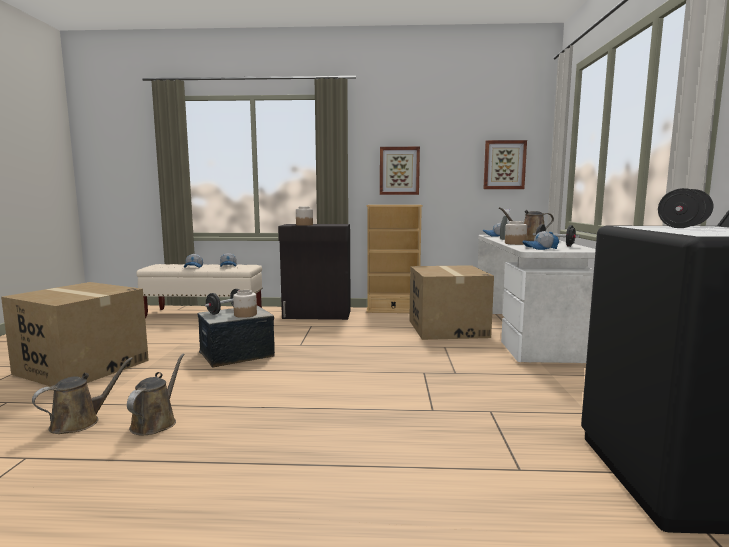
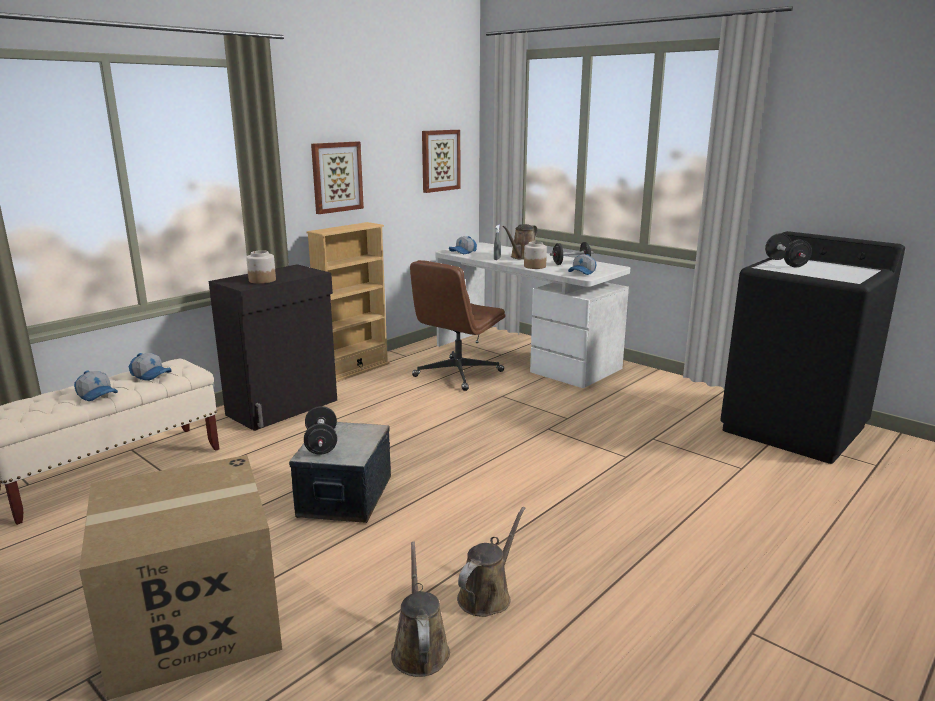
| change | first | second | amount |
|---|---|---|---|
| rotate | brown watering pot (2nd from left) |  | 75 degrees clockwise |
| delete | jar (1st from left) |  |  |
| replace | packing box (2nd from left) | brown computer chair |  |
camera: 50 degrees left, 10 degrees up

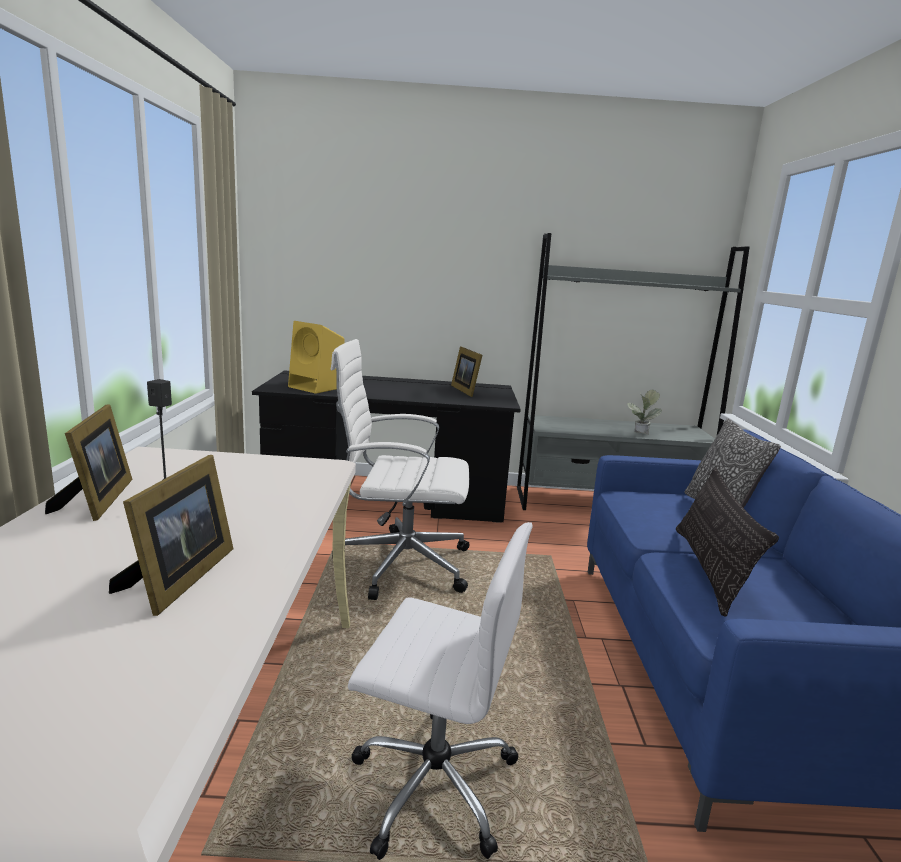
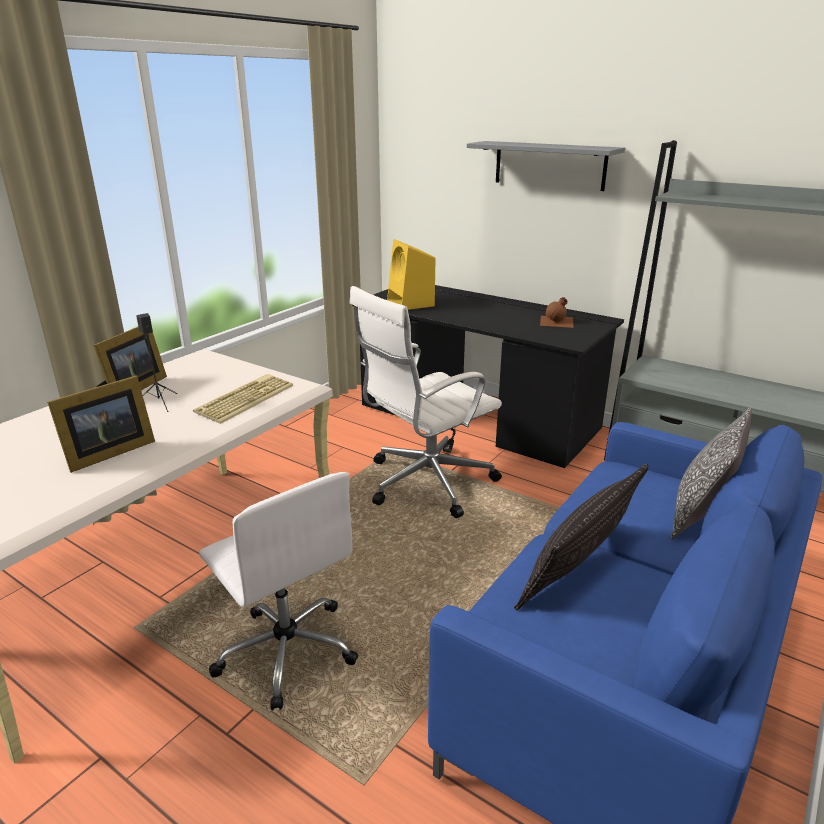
| change | first | second | amount |
|---|---|---|---|
| rotate | white-coloured computer chair (1st from left in the first image) | white-coloured computer chair (2nd from left) | 75 degrees counterclockwise |
| replace | standing frame (3rd from left) | brown bottle |  |
| delete | houseplant |  |  |
| insert |  | computer keyboard |  |
| insert |  | gray shelf |  |
camera: 35 degrees right, 10 degrees up

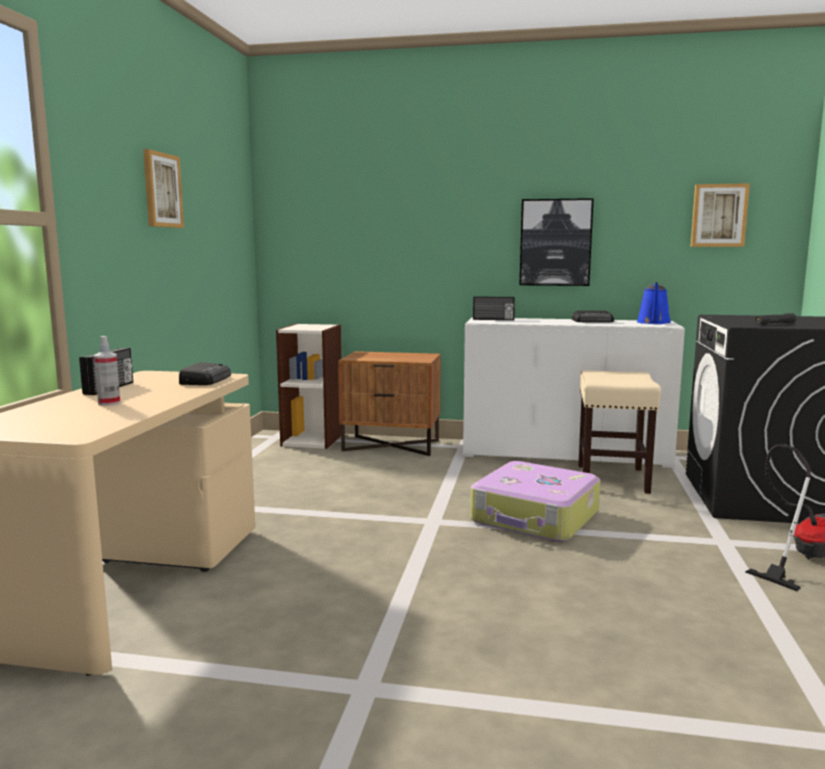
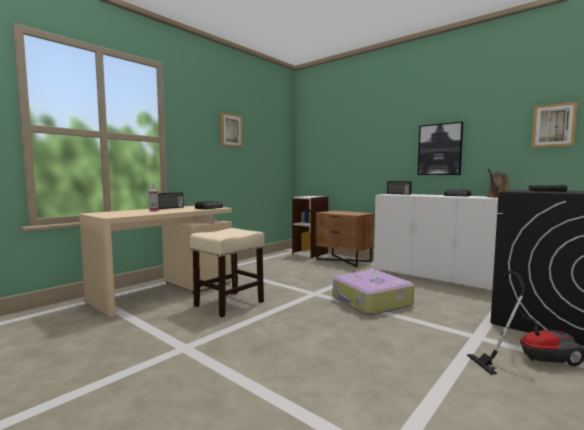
| change | first | second | amount |
|---|---|---|---|
| move | beige stool seat |  |  |
| recolor | bluish watering pot | brown watering pot |  |
camera: 30 degrees right, 5 degrees down

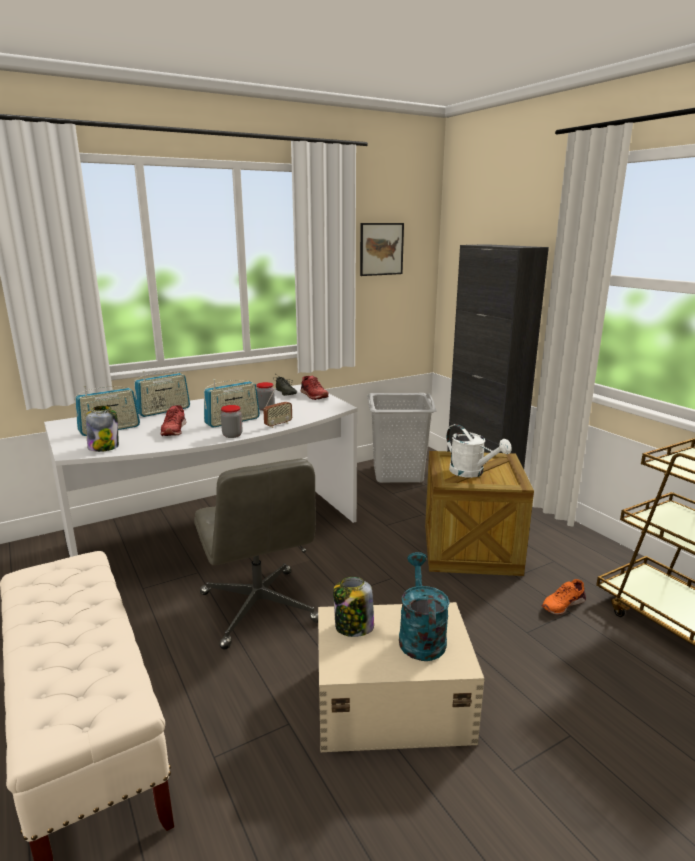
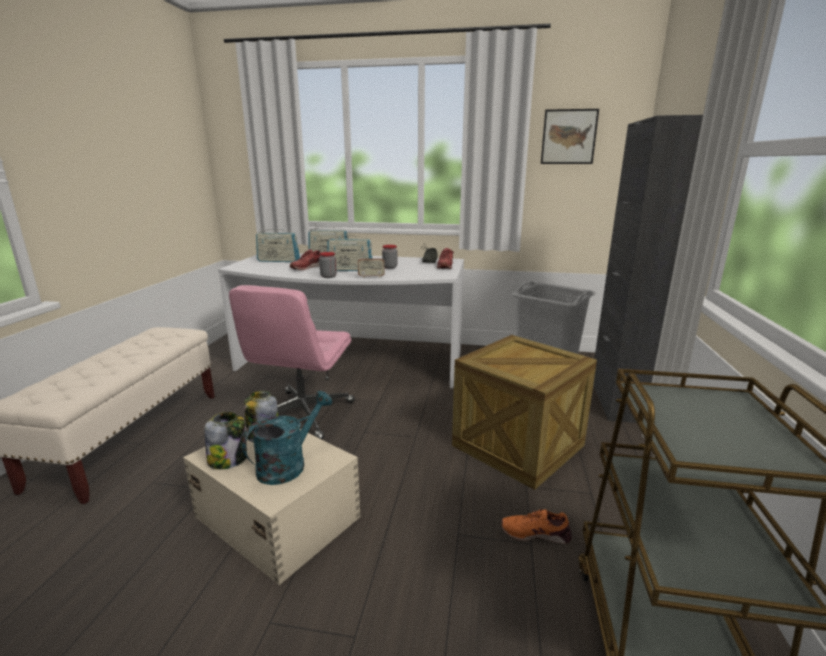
| change | first | second | amount |
|---|---|---|---|
| move | jar (1st from left) |  |  |
| recolor | gray computer chair | pink computer chair |  |
| delete | white-coloured watering pot |  |  |
camera: 40 degrees right, 0 degrees up

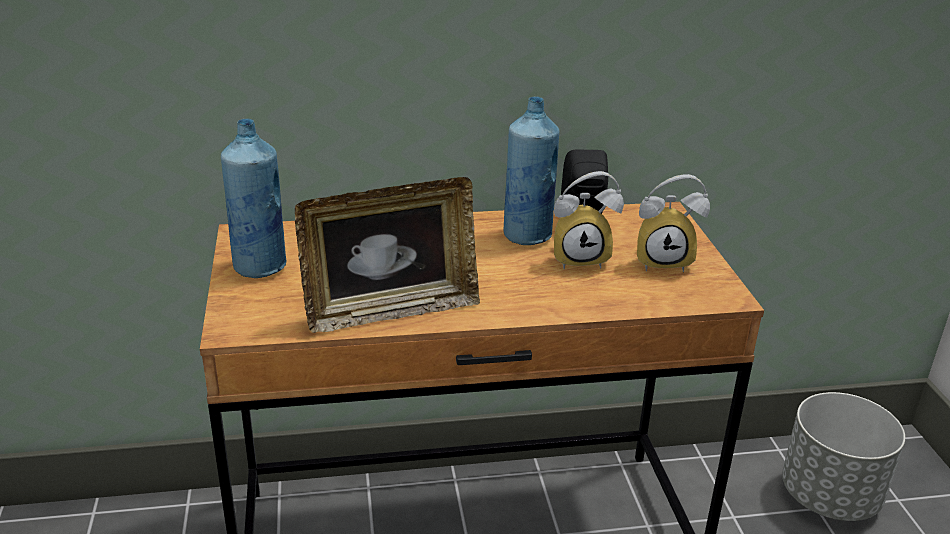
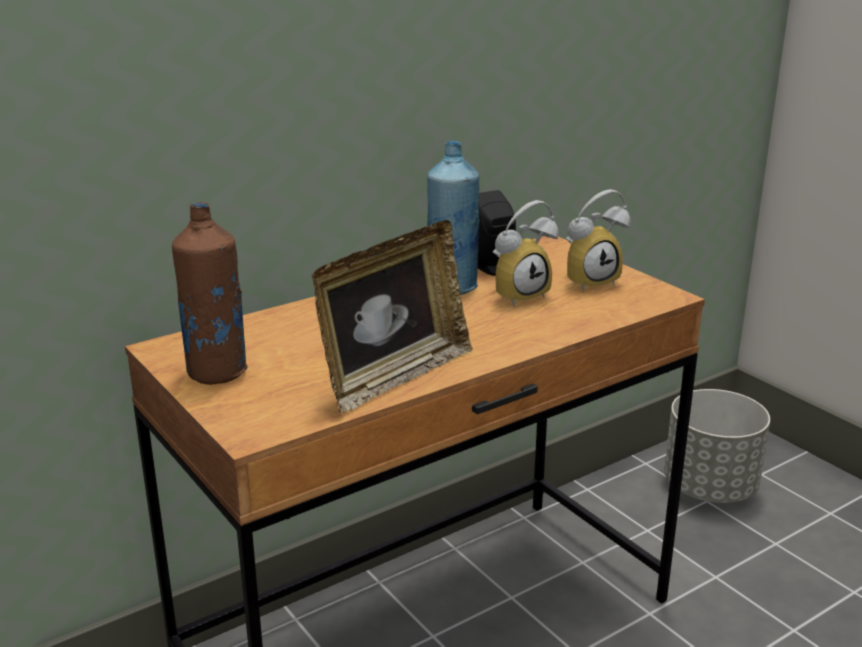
| change | first | second | amount |
|---|---|---|---|
| recolor | bluish bottle (1st from left) | brown bottle |  |
camera: 25 degrees left, 5 degrees down

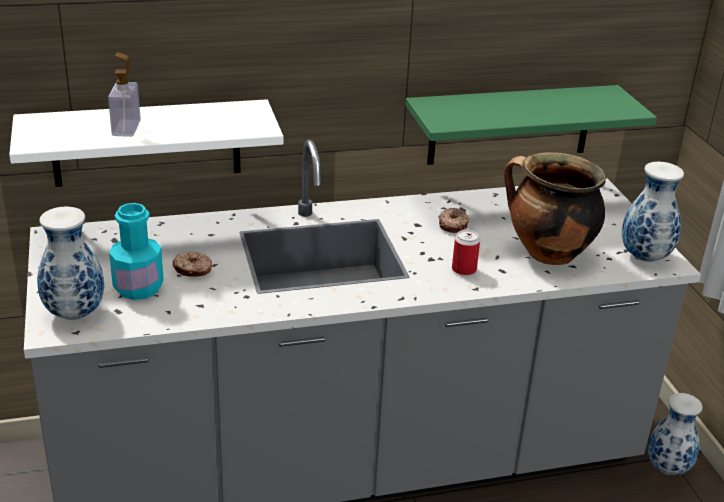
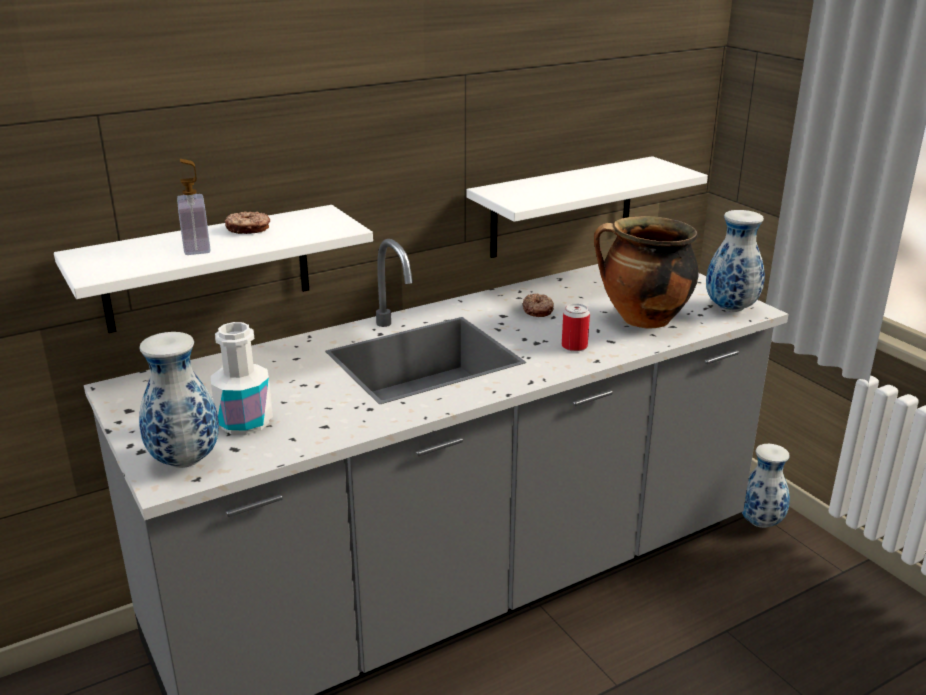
| change | first | second | amount |
|---|---|---|---|
| recolor | blue-green bottle | white-coloured bottle |  |
| move | ring doughnut (1st from left) |  |  |
| recolor | green-coloured shelf | white-coloured shelf (2nd from left) |  |
camera: 15 degrees left, 5 degrees down

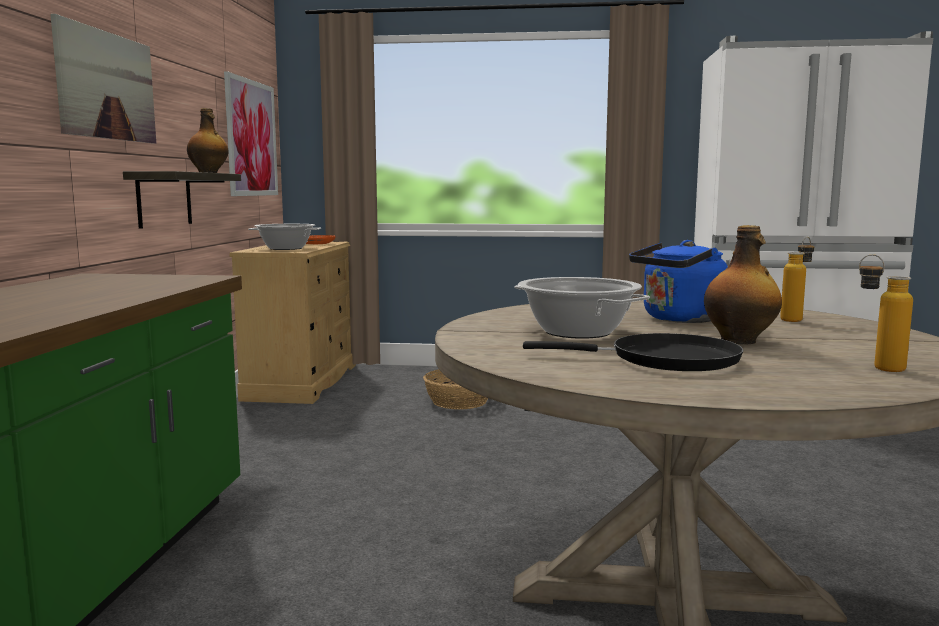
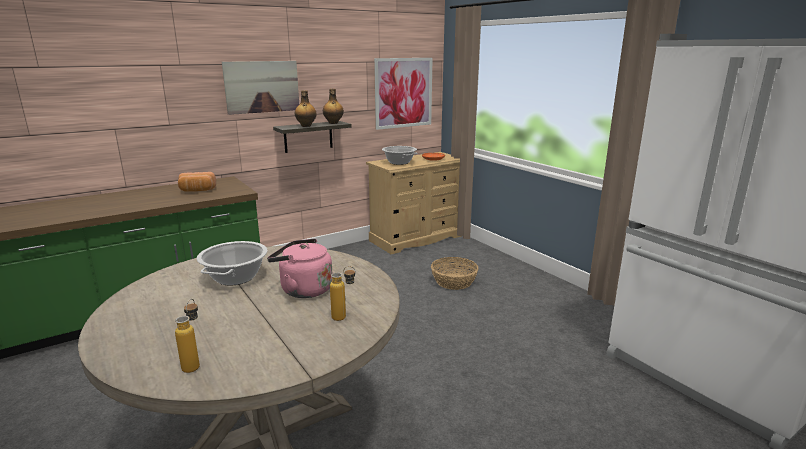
| change | first | second | amount |
|---|---|---|---|
| delete | blackish skillet |  |  |
| recolor | bluish tea kettle | pink tea kettle |  |
| move | bottle (2nd from left) |  |  |
| insert |  | bakery bread |  |
camera: 50 degrees right, 10 degrees up

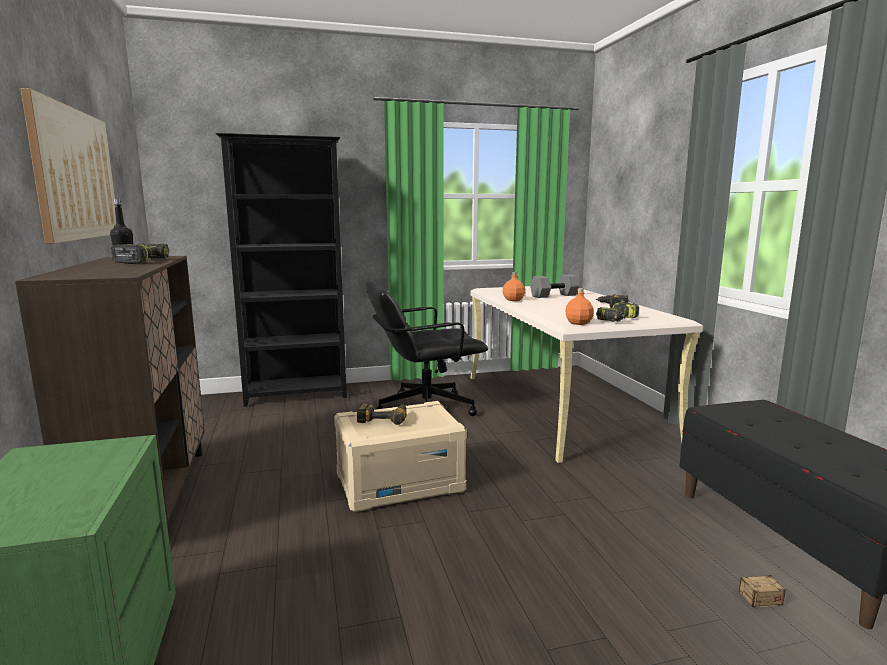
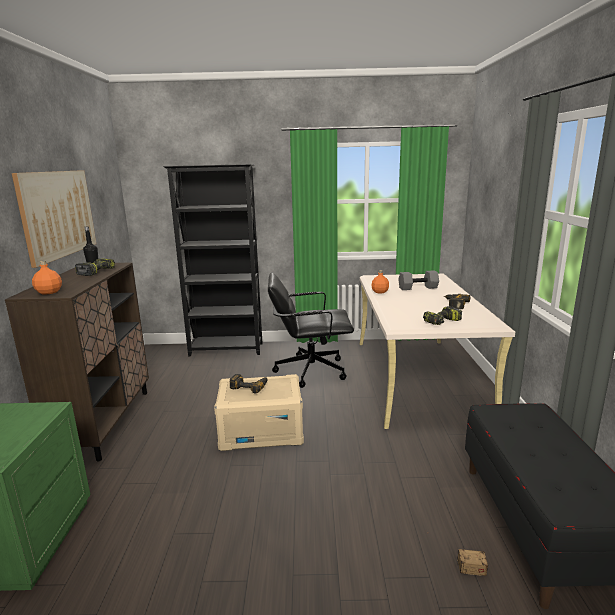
| change | first | second | amount |
|---|---|---|---|
| move | orangey bottle (2nd from left in the first image) | orangey bottle (1st from left) |  |
camera: 15 degrees right, 5 degrees up

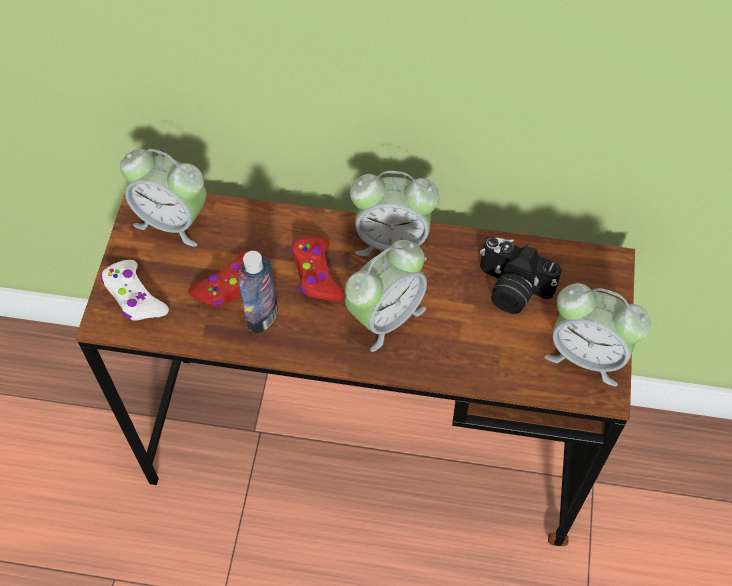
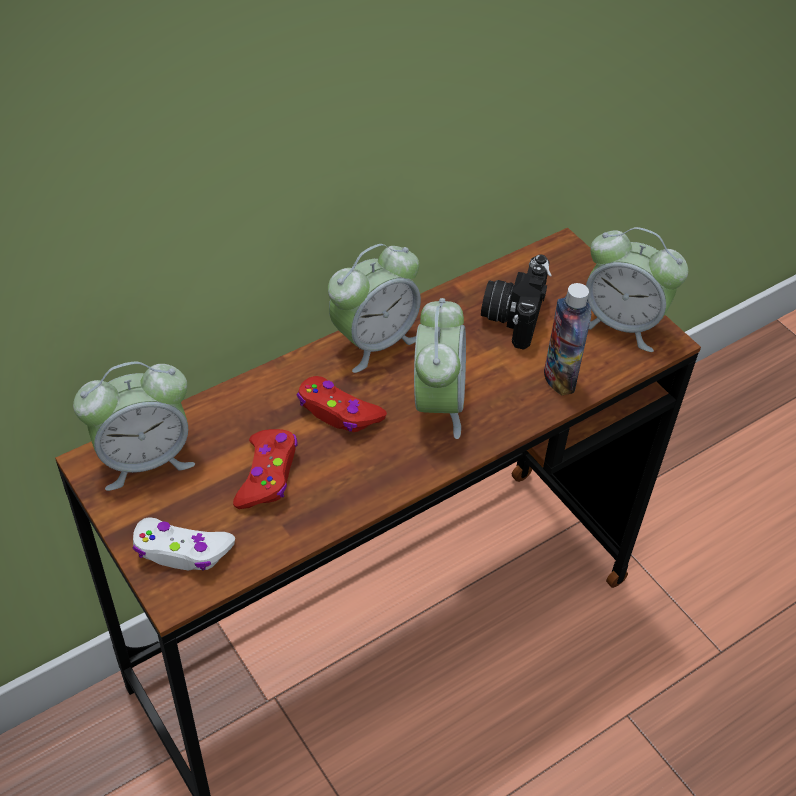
| change | first | second | amount |
|---|---|---|---|
| move | bottle |  |  |
| rotate | photo camera |  | 120 degrees clockwise |
| rotate | bedside clock (4th from left) |  | 45 degrees clockwise |
camera: 45 degrees left, 10 degrees down

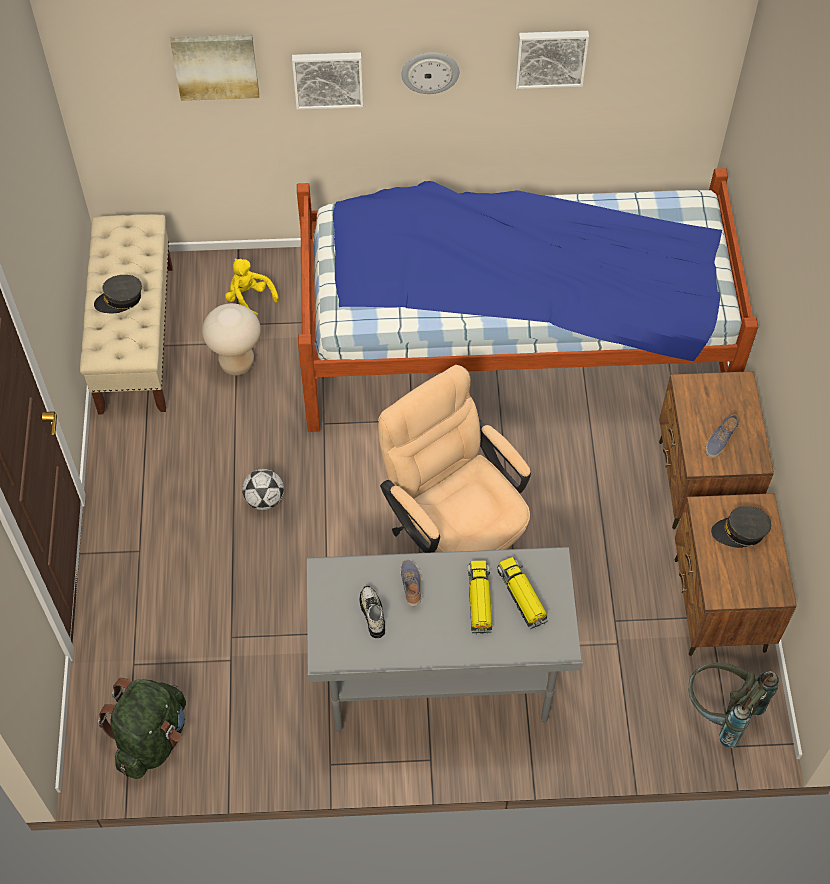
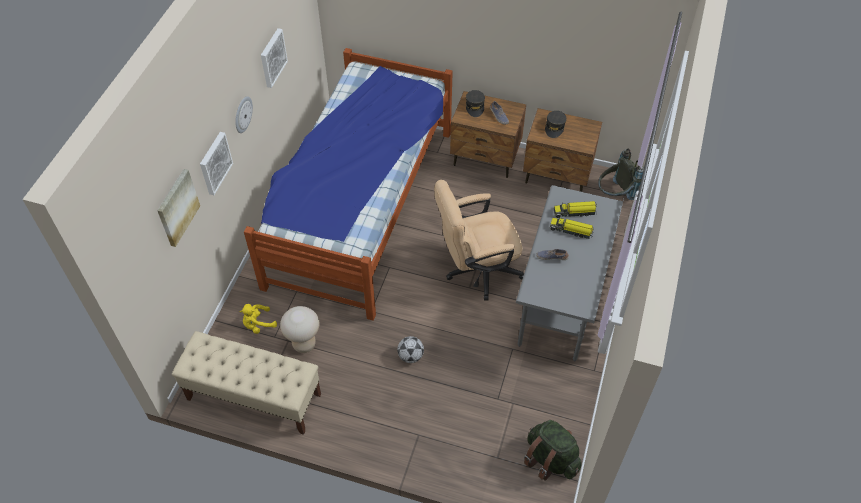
| change | first | second | amount |
|---|---|---|---|
| move | gray baseball cap (1st from left) |  |  |
| delete | shoe (1st from left) |  |  |
camera: 70 degrees left, 5 degrees down

